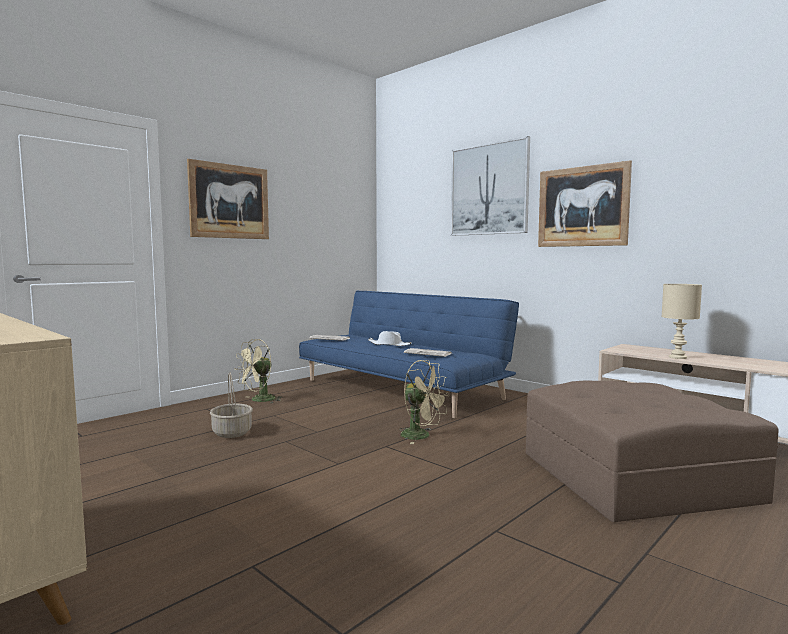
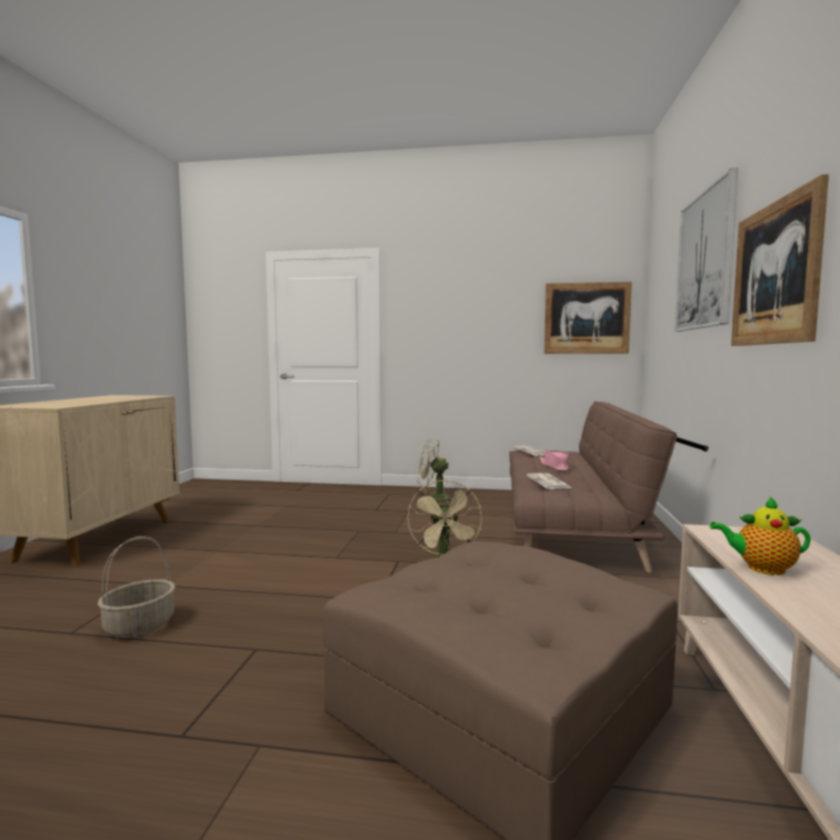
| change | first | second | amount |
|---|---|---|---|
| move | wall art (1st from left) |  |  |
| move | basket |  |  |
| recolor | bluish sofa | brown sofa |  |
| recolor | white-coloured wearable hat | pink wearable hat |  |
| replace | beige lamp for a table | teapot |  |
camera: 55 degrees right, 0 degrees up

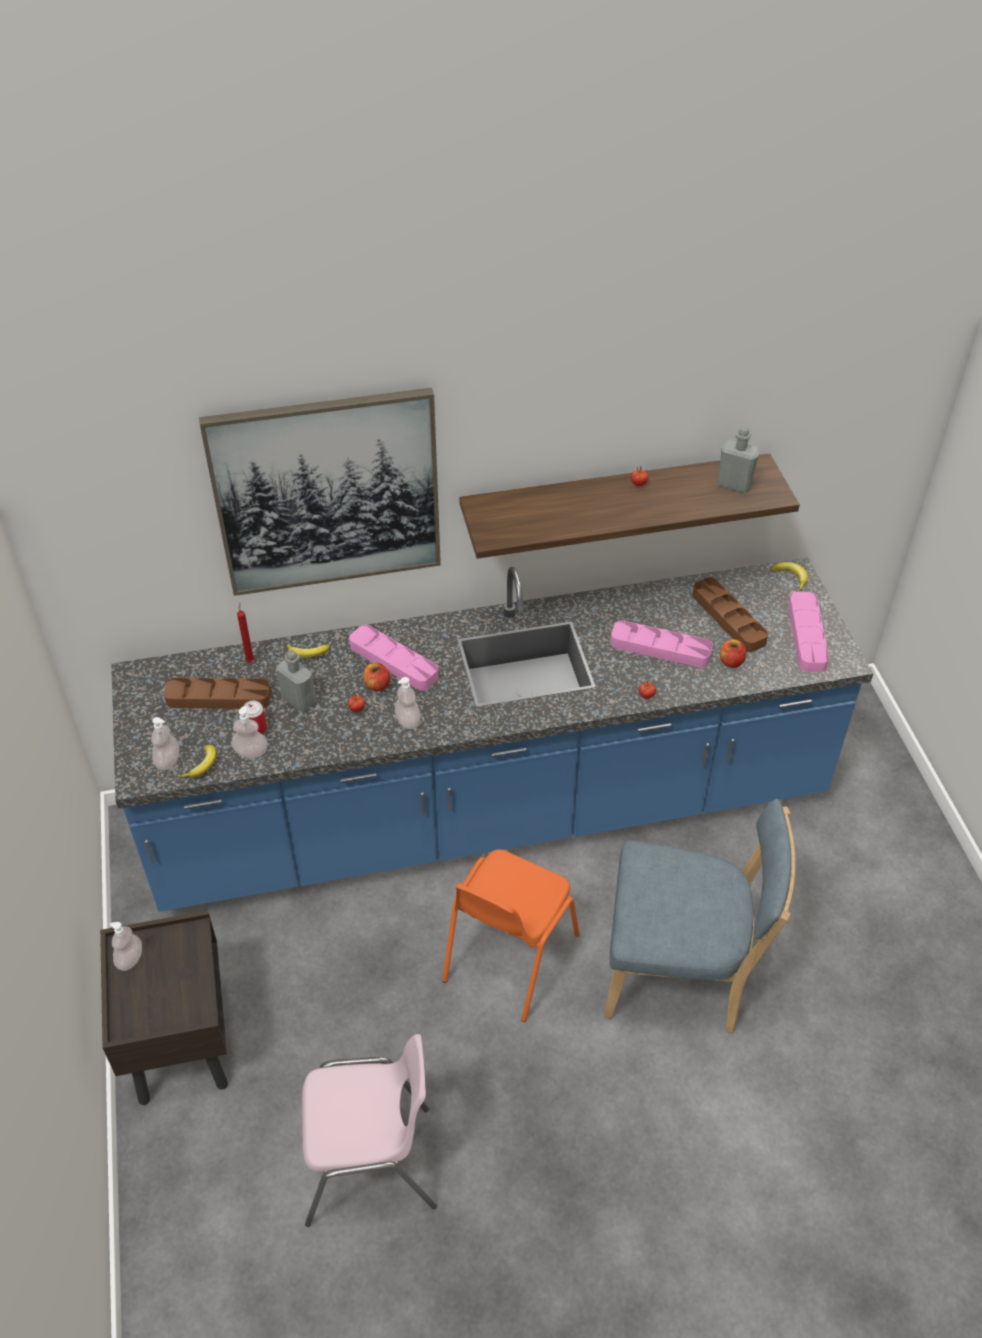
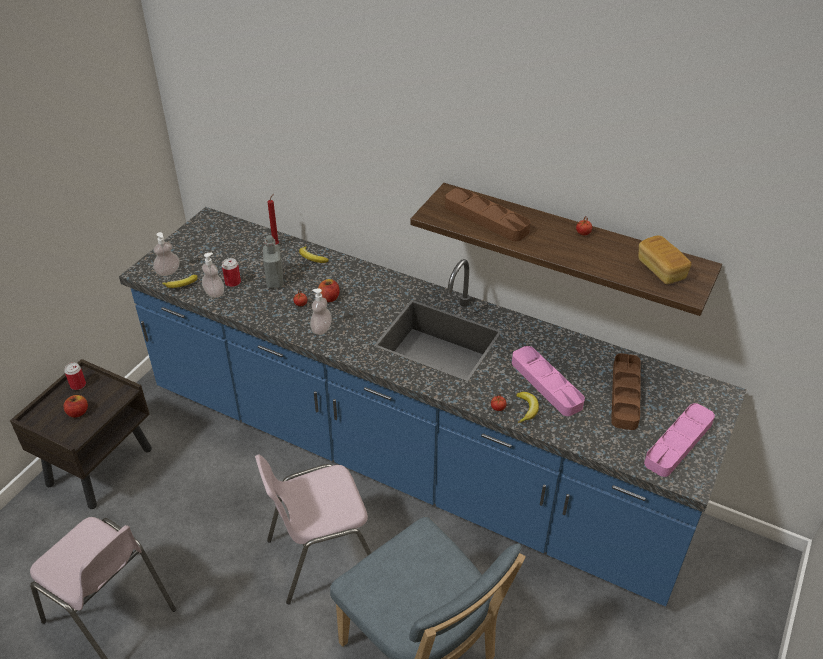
| change | first | second | amount |
|---|---|---|---|
| replace | soap bottle (1st from left) | sealed can (1st from left) |  |
| move | brown carrying tray (1st from left) |  |  |
| delete | wall art |  |  |
| delete | pink carrying tray (1st from left) |  |  |
| recolor | orangey chair | pink chair (2nd from left) |  |
| replace | gray bottle (2nd from left) | bakery bread |  |
| move | whole apple (2nd from left in the first image) | whole apple (1st from left) |  |
| move | whole banana (3rd from left) |  |  |
camera: 40 degrees right, 5 degrees down

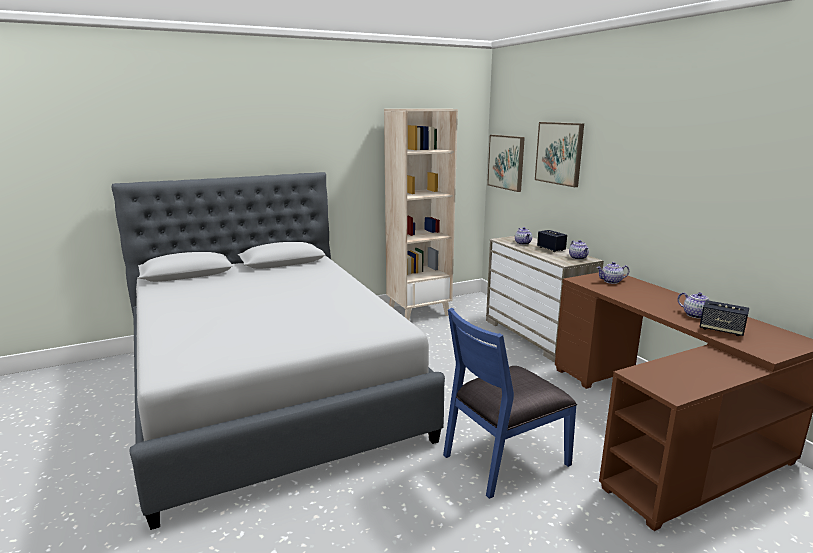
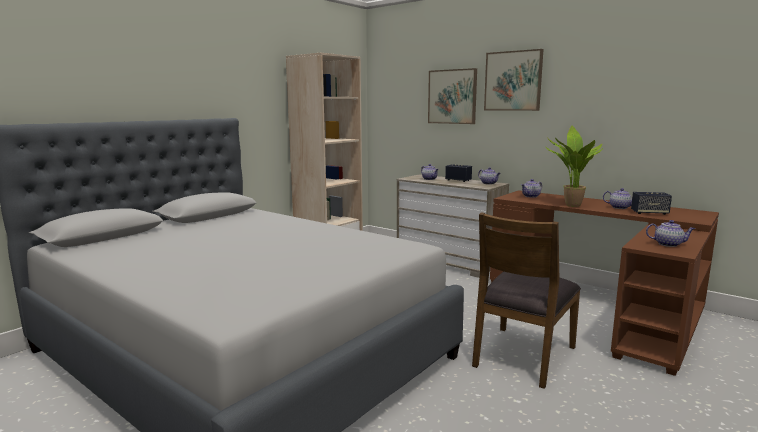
| change | first | second | amount |
|---|---|---|---|
| recolor | bluish chair | brown chair |  |
| move | wall art (1st from left in the first image) | wall art (2nd from left) |  |
| insert |  | houseplant |  |
| insert |  | teapot (5th from left) |  |
camera: 25 degrees left, 5 degrees down

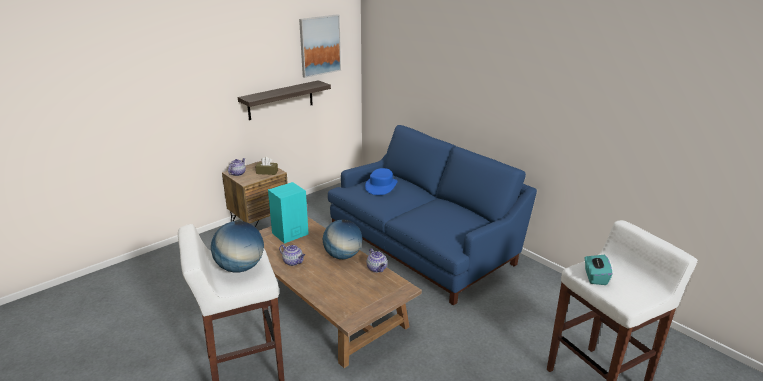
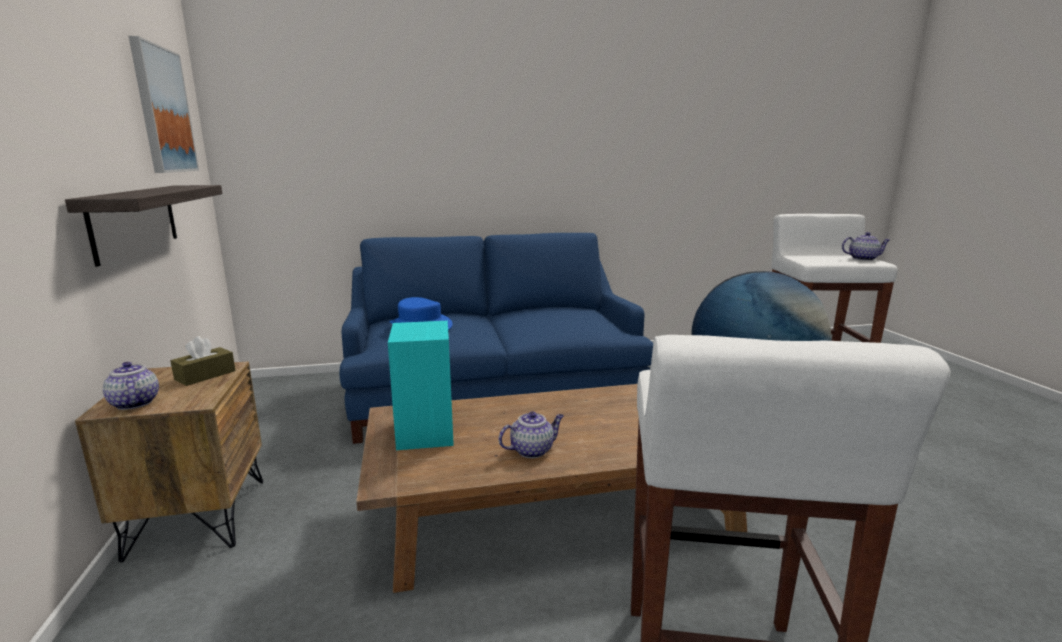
| change | first | second | amount |
|---|---|---|---|
| delete | desk globe (2nd from left) |  |  |
| move | teapot (3rd from left) |  |  |
| delete | blue-green box of tissues |  |  |
camera: 60 degrees left, 10 degrees down

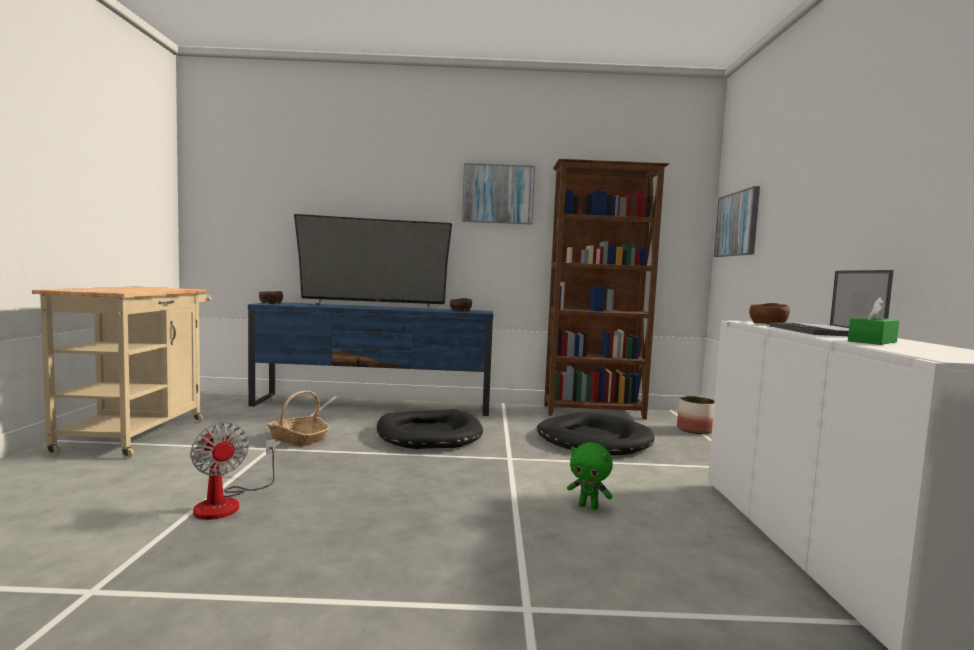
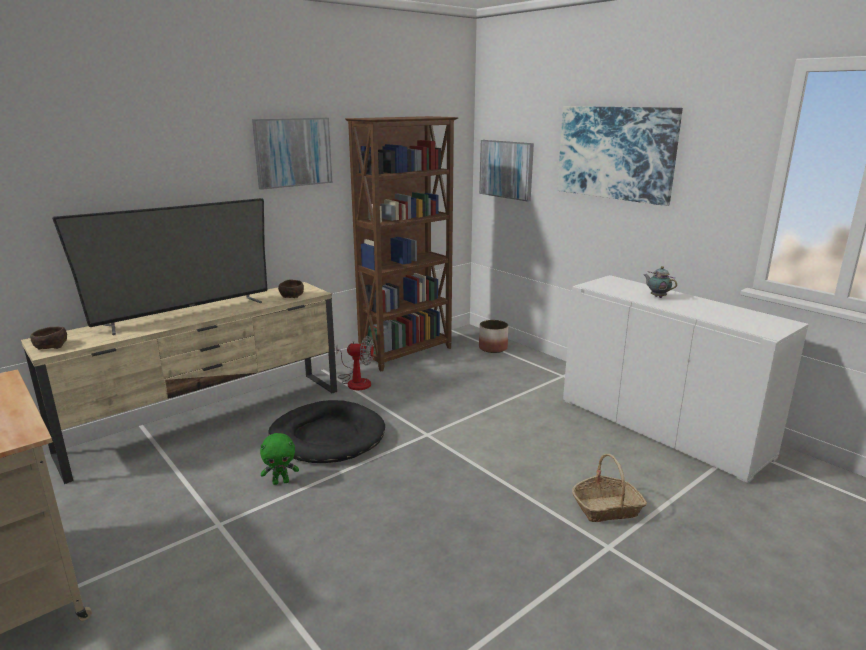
| change | first | second | amount |
|---|---|---|---|
| move | cooling fan |  |  |
| recolor | bluish tv unit | beige tv unit |  |
| move | basket |  |  |
| delete | blackish dog cushion (2nd from left) |  |  |
| move | green-coloured soft toy |  |  |
| delete | brown bowl (3rd from left) |  |  |
| replace | laptop | teapot |  |
| delete | green-coloured box of tissues |  |  |
| insert |  | wall art (3rd from left) |  |
camera: 40 degrees left, 15 degrees up

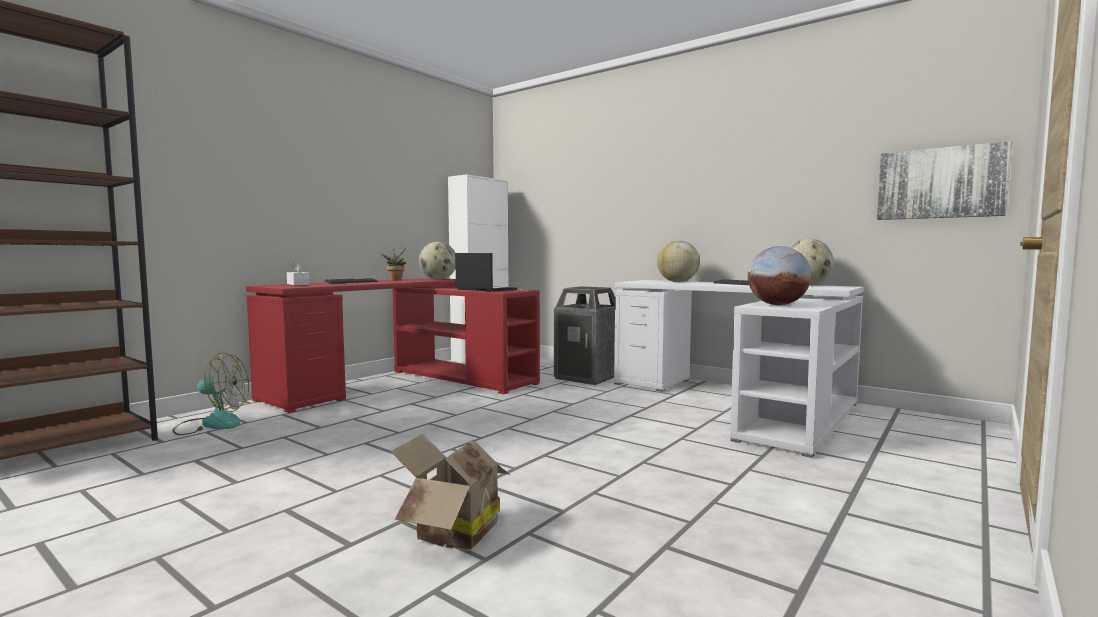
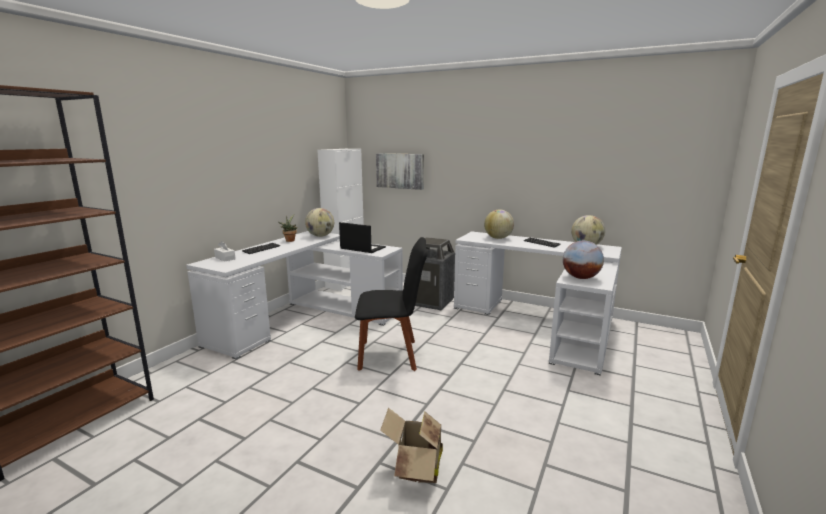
| change | first | second | amount |
|---|---|---|---|
| delete | cooling fan |  |  |
| recolor | reddish desk | white-coloured desk (1st from left) |  |
| move | wall art |  |  |
| insert |  | blackish chair |  |
camera: 10 degrees left, 10 degrees up

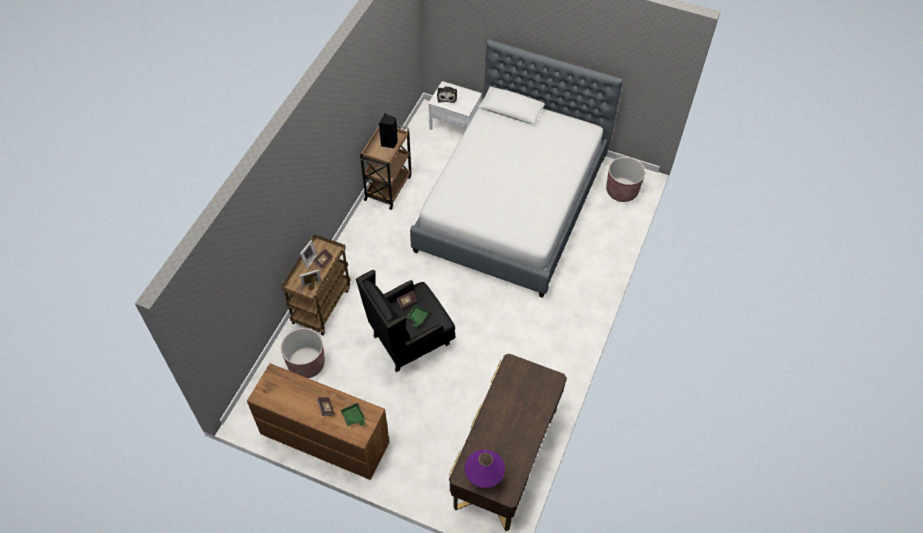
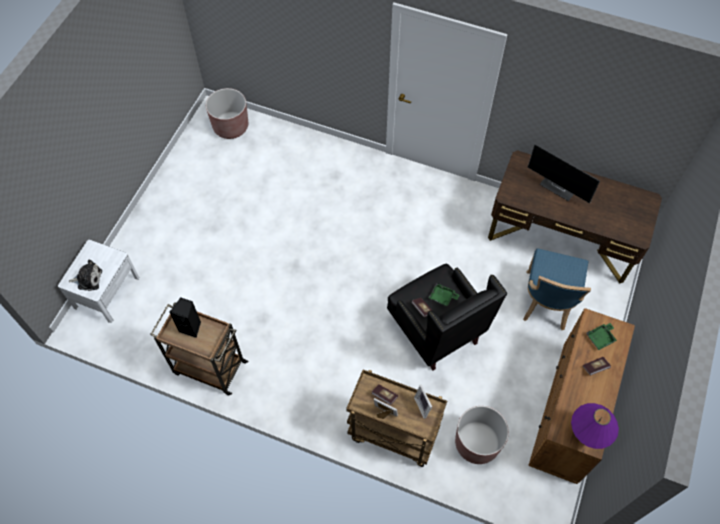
| change | first | second | amount |
|---|---|---|---|
| delete | sleeping bed |  |  |
| move | purple lamp for a table |  |  |
| insert |  | bluish chair |  |
| insert |  | computer display |  |
camera: 90 degrees left, 5 degrees up

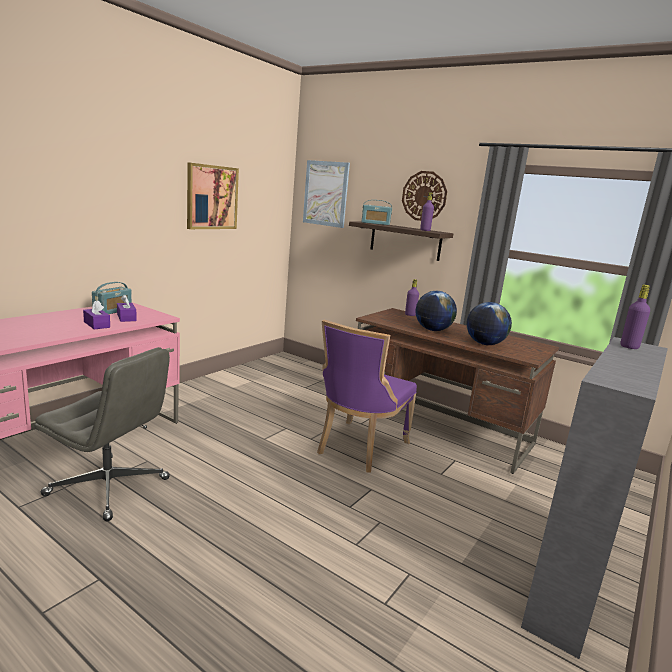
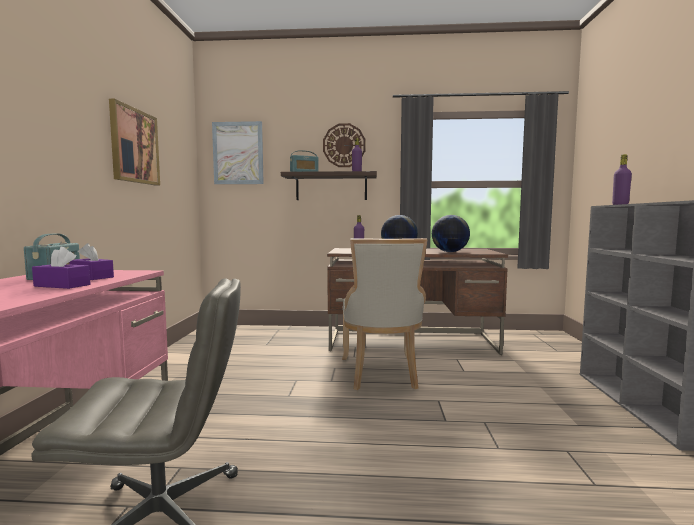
| change | first | second | amount |
|---|---|---|---|
| recolor | purple chair | beige chair |  |
camera: 30 degrees left, 10 degrees down

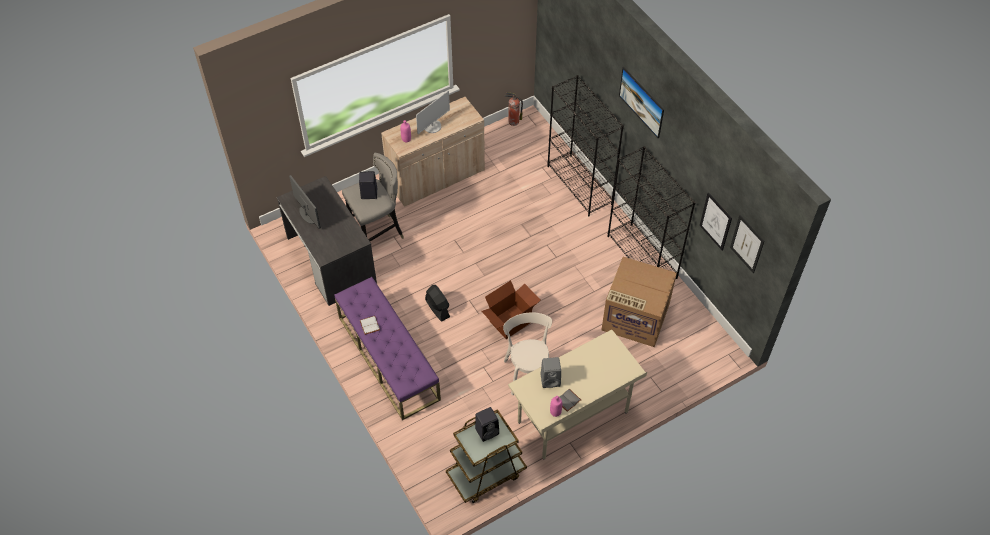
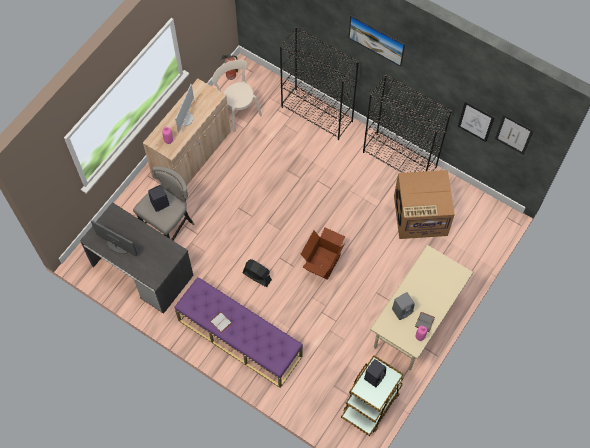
| change | first | second | amount |
|---|---|---|---|
| move | beige chair |  |  |
camera: 25 degrees left, 10 degrees up

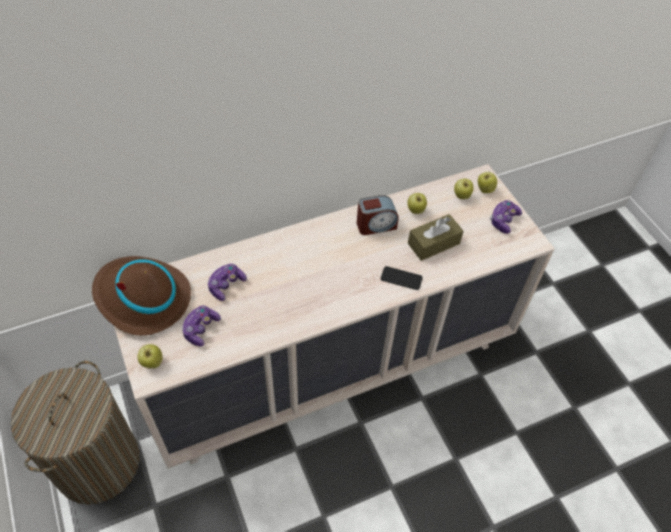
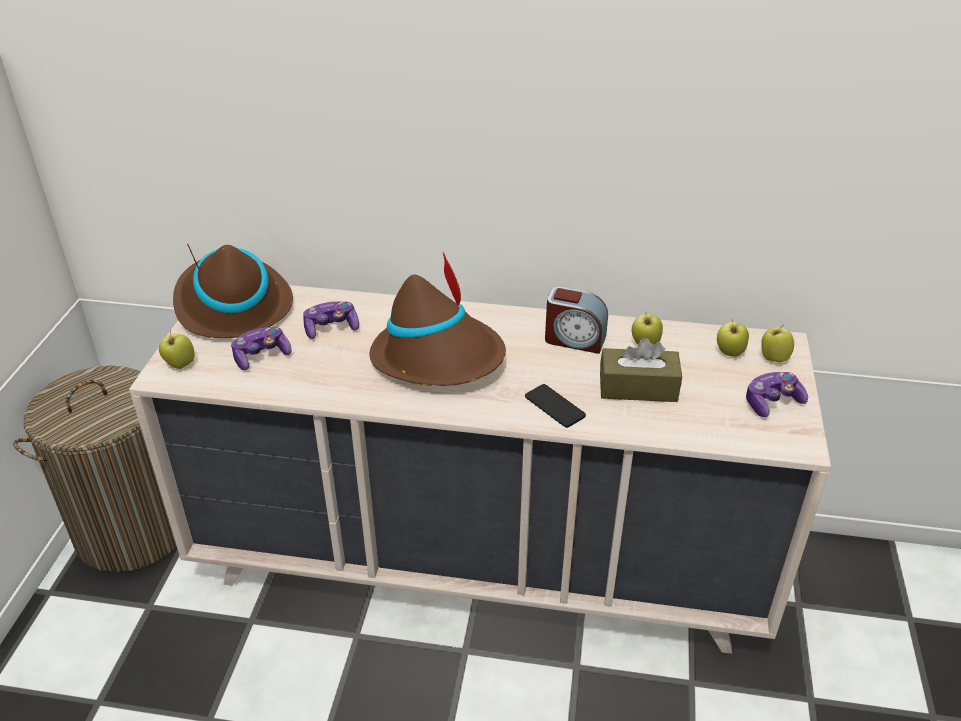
| change | first | second | amount |
|---|---|---|---|
| insert |  | brown wearable hat (2nd from left) |  |
camera: 35 degrees right, 15 degrees down

